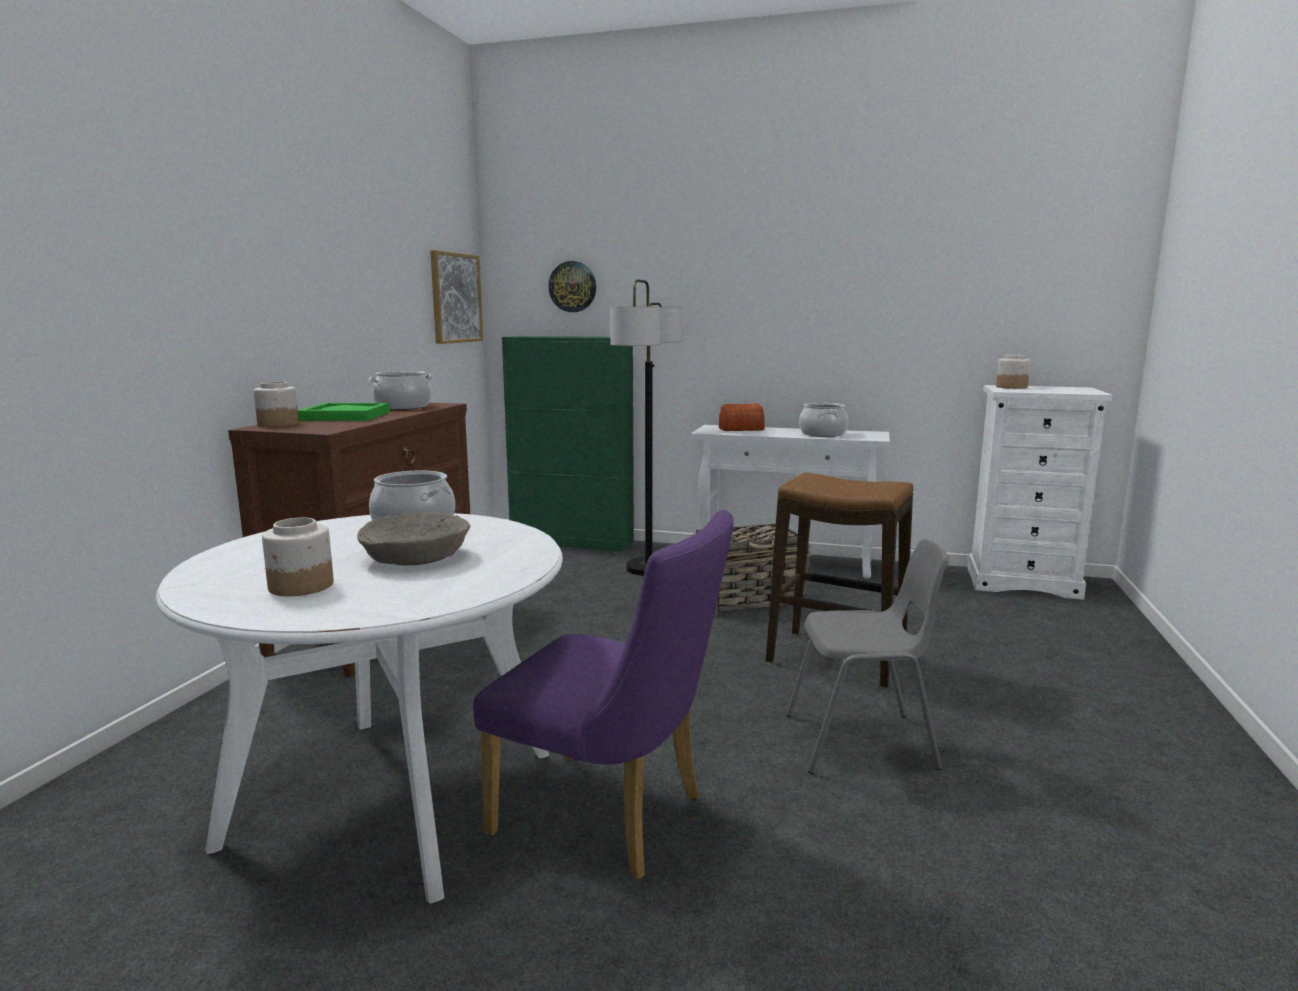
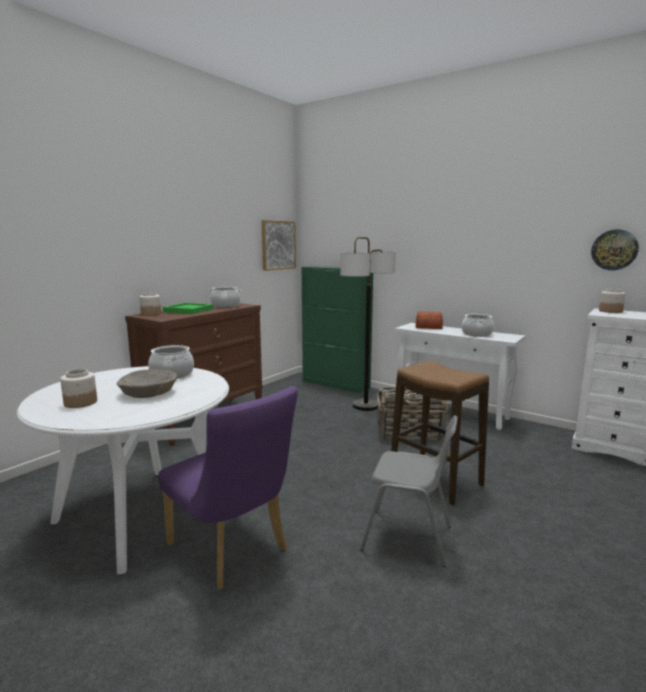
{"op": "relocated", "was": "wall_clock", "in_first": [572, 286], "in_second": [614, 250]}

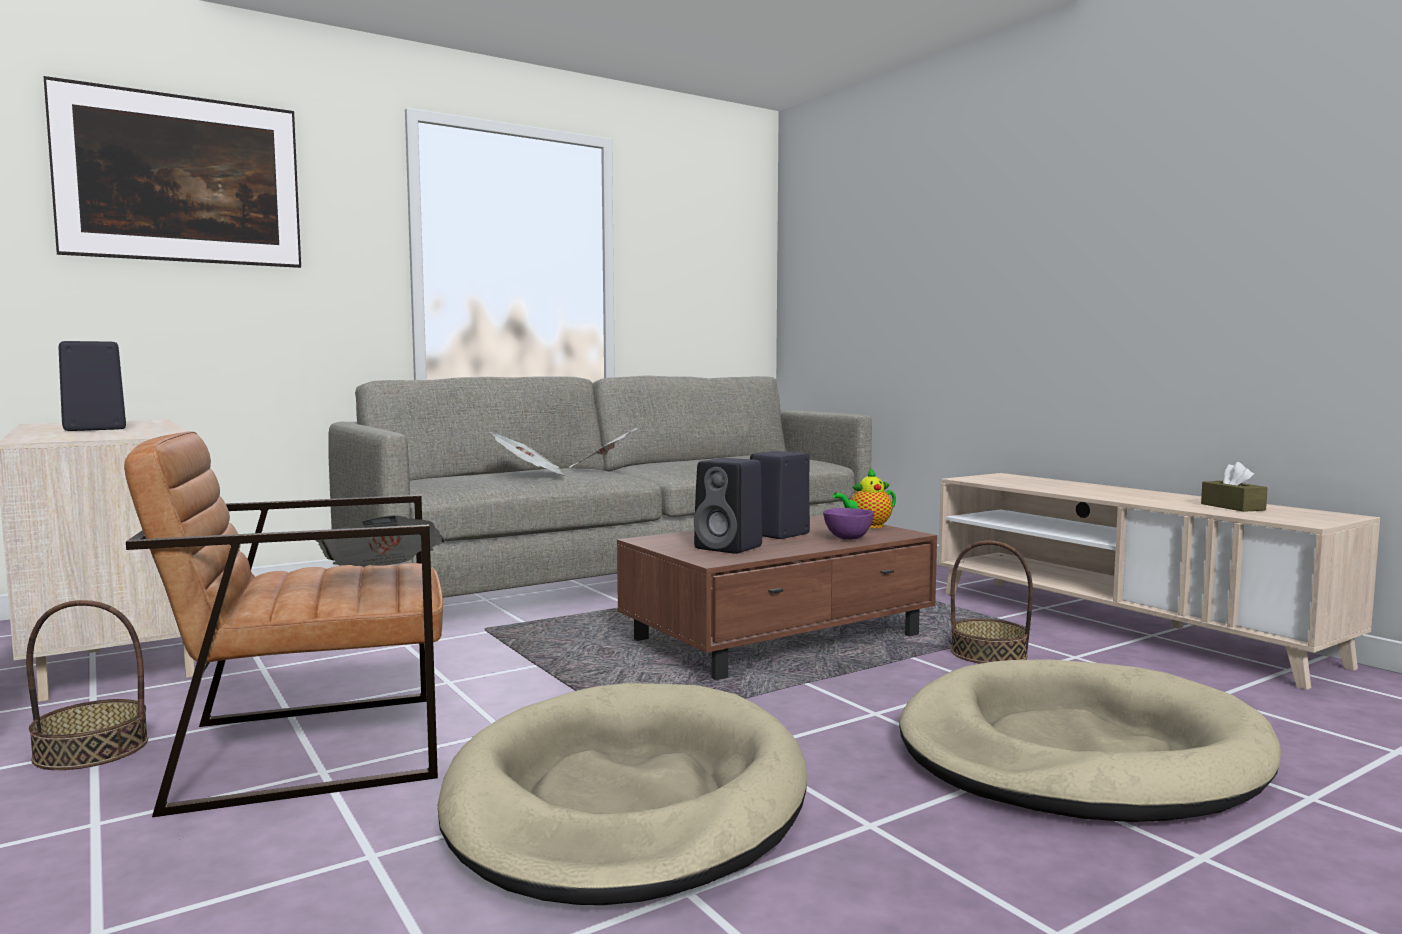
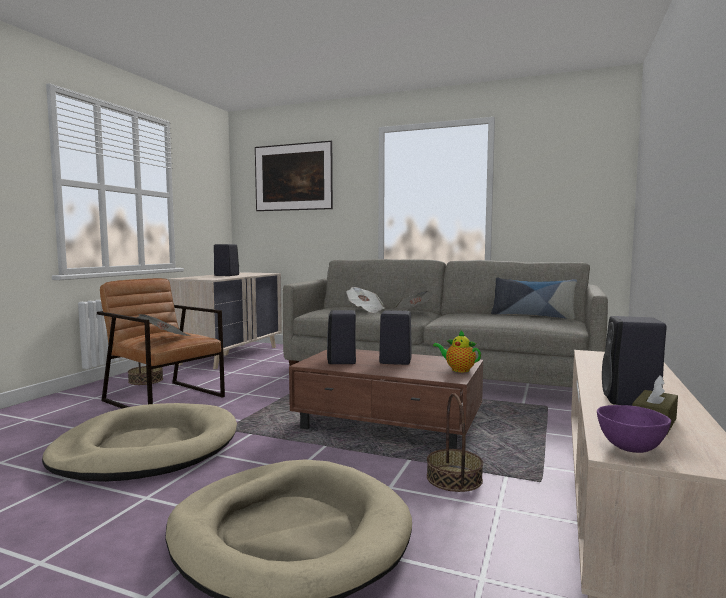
{"op": "relocated", "was": "purple_bowl", "in_first": [847, 538], "in_second": [629, 448]}
{"op": "appeared", "now": "pillow", "in_second": [532, 316]}
{"op": "appeared", "now": "black_speaker", "in_second": [631, 400]}

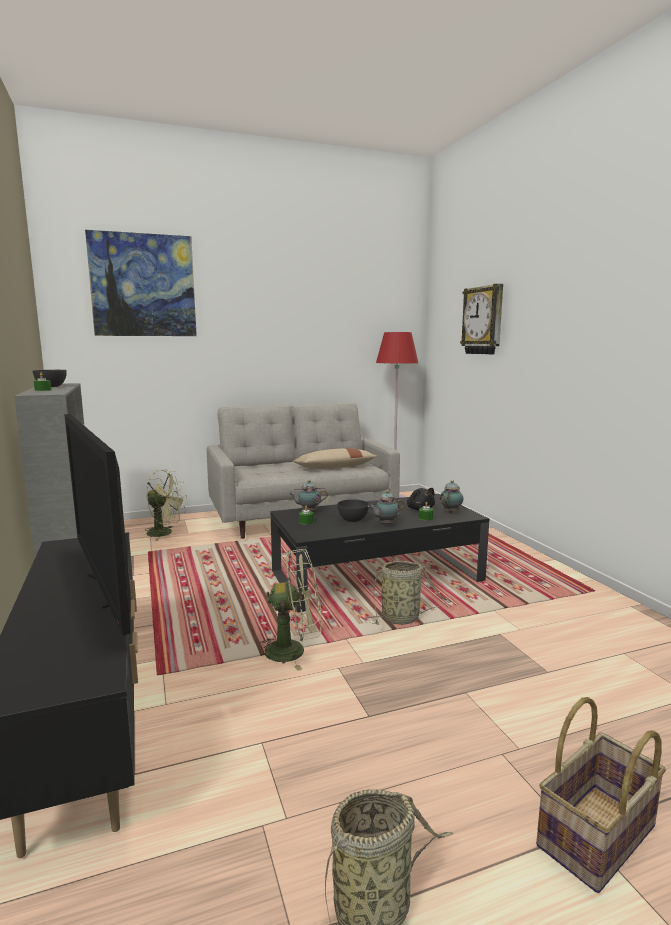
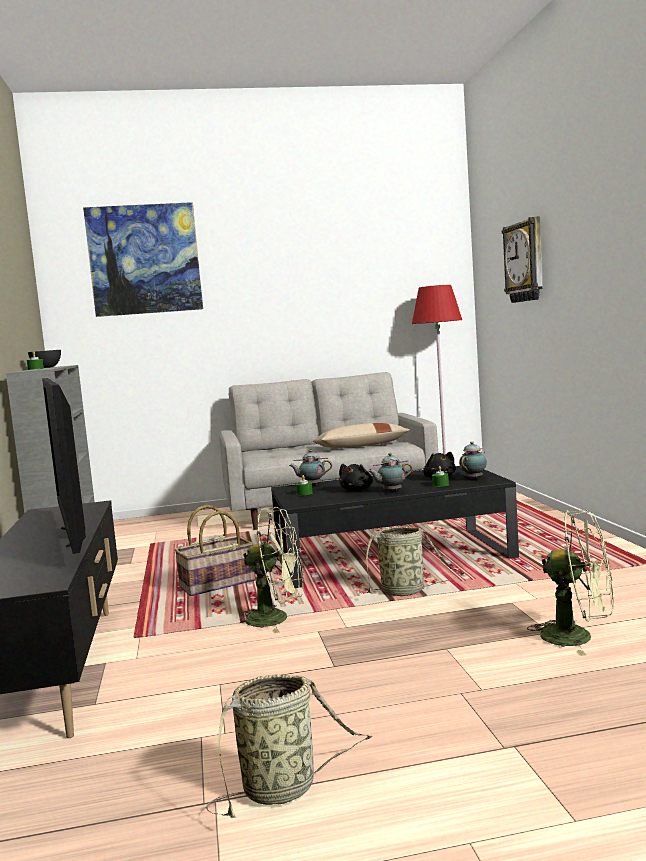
{"op": "relocated", "was": "green_fan", "in_first": [165, 533], "in_second": [578, 637]}
{"op": "exchanged", "was": "grey_bowl", "now": "black_plush_toy", "in_first": [353, 520], "in_second": [357, 490]}
{"op": "relocated", "was": "basket", "in_first": [598, 838], "in_second": [217, 585]}

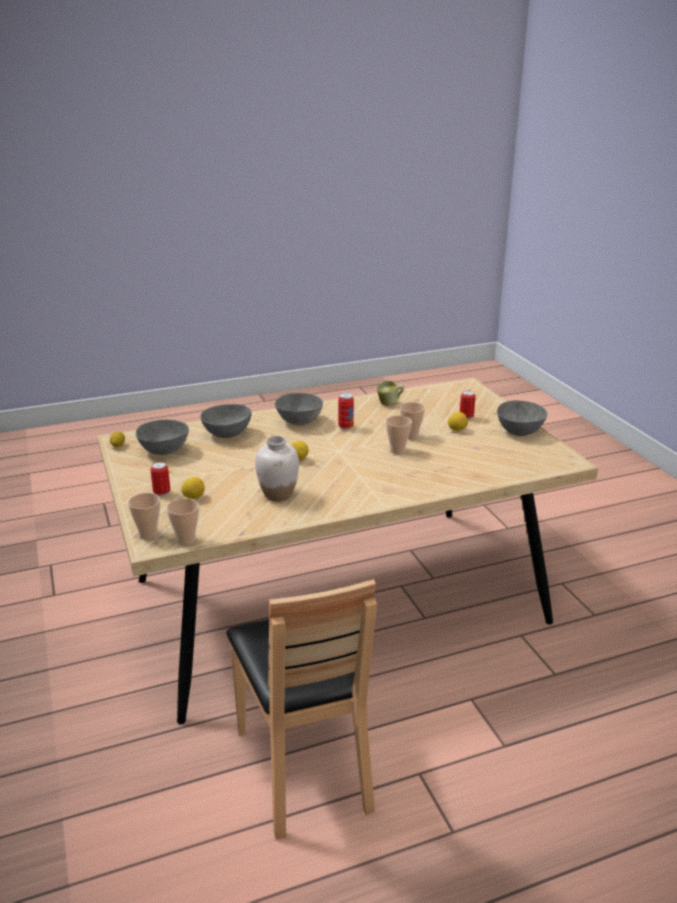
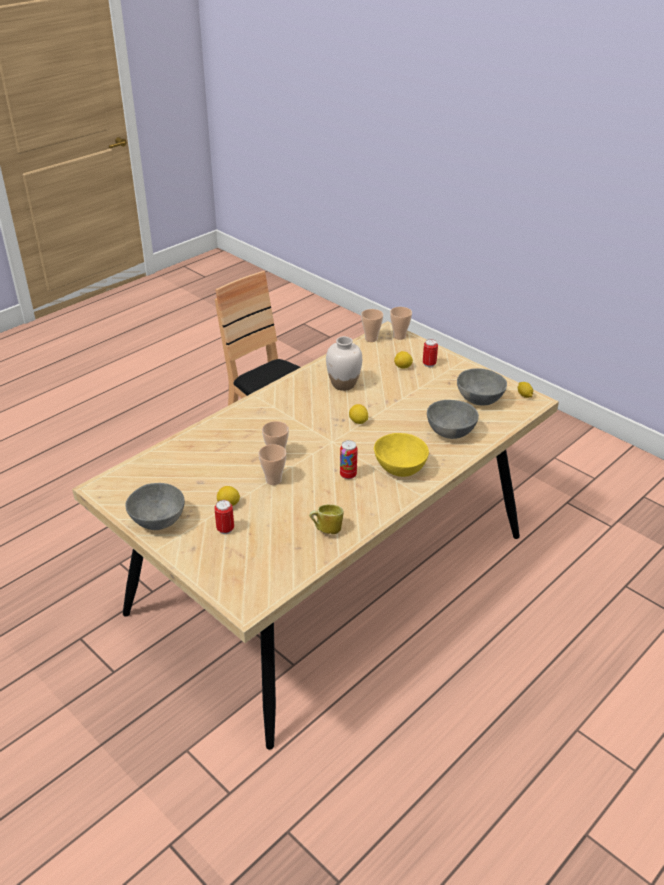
{"op": "colour", "was": "grey_bowl", "now": "yellow_bowl", "in_first": [299, 422], "in_second": [399, 468]}

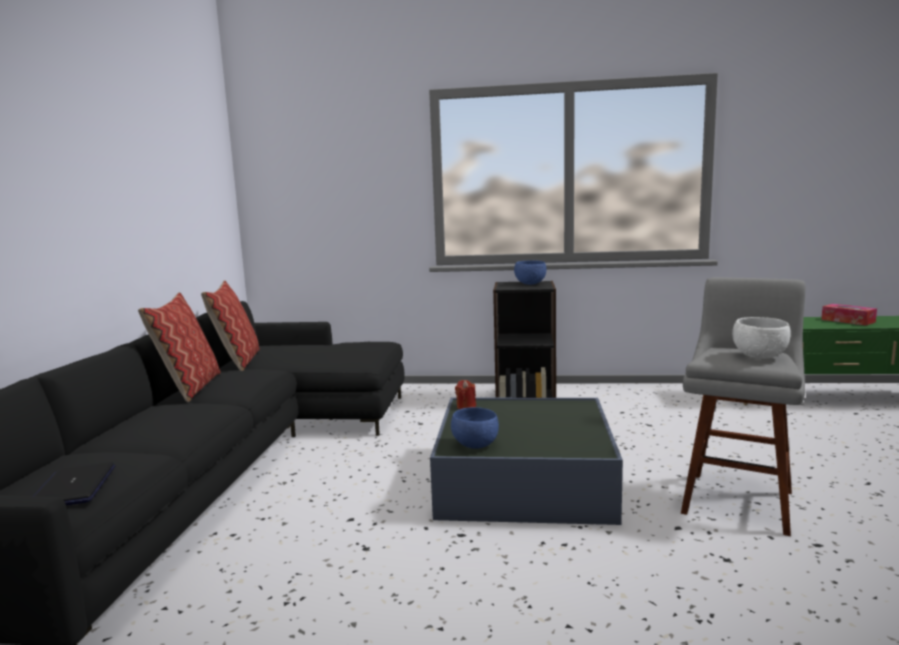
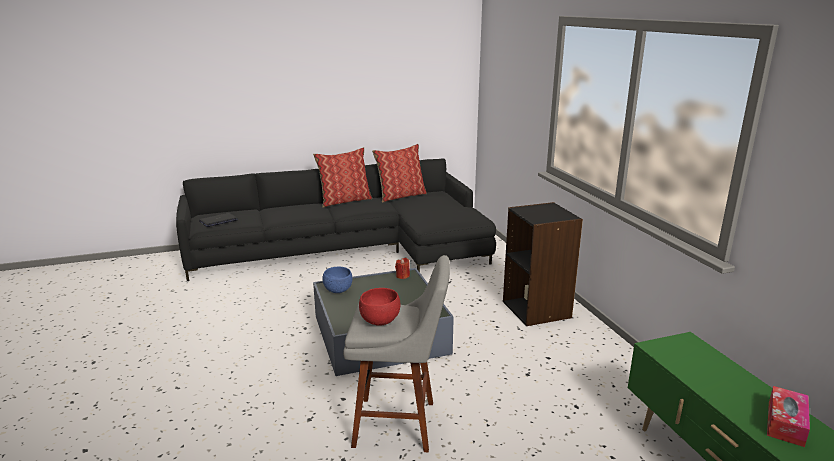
{"op": "missing", "was": "blue_bowl", "in_first": [530, 284]}
{"op": "colour", "was": "white_bowl", "now": "red_bowl", "in_first": [758, 356], "in_second": [379, 321]}

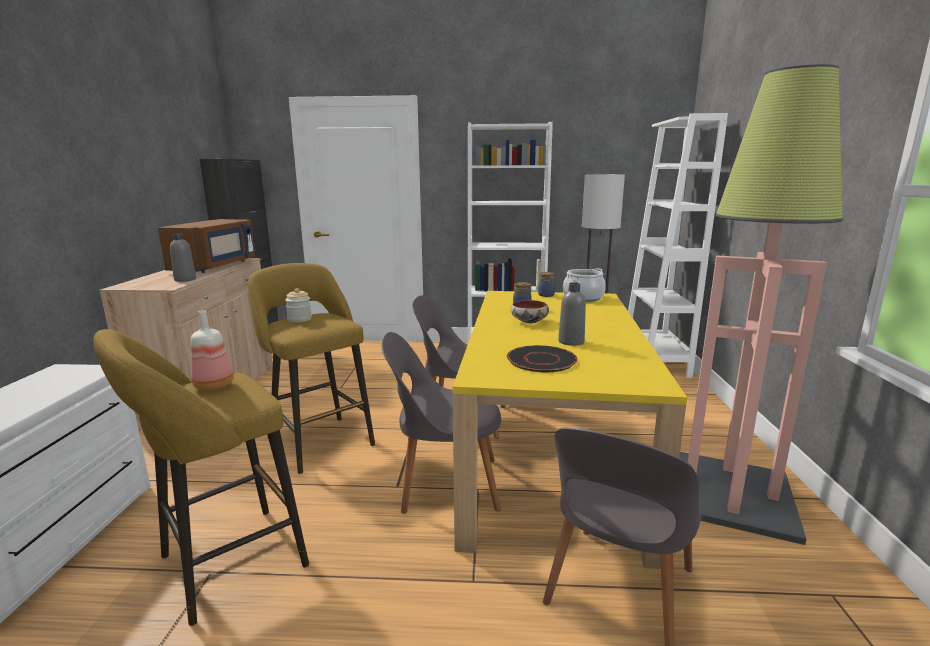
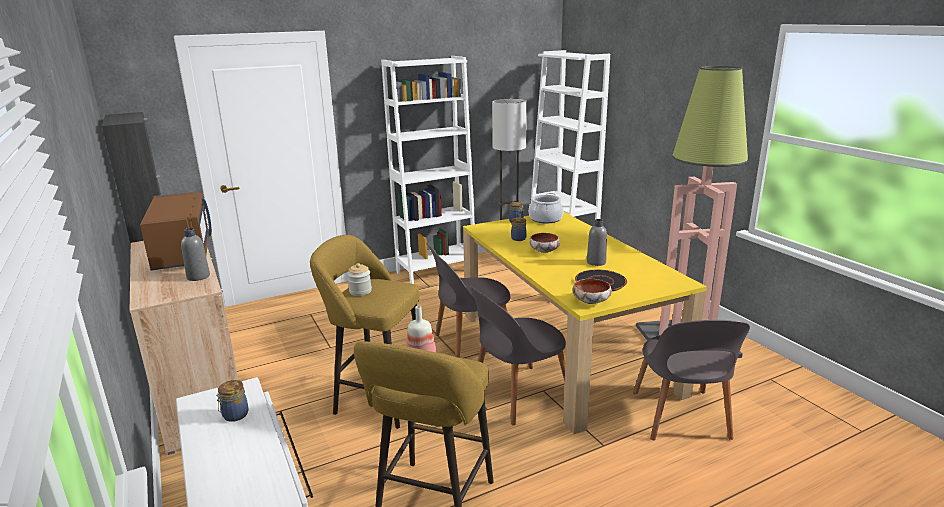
{"op": "appeared", "now": "bowl", "in_second": [591, 301]}
{"op": "appeared", "now": "jar", "in_second": [234, 415]}

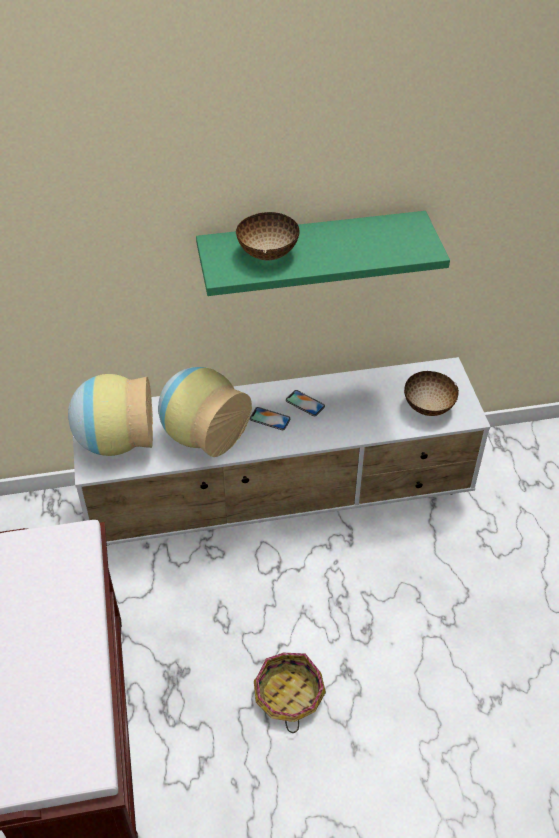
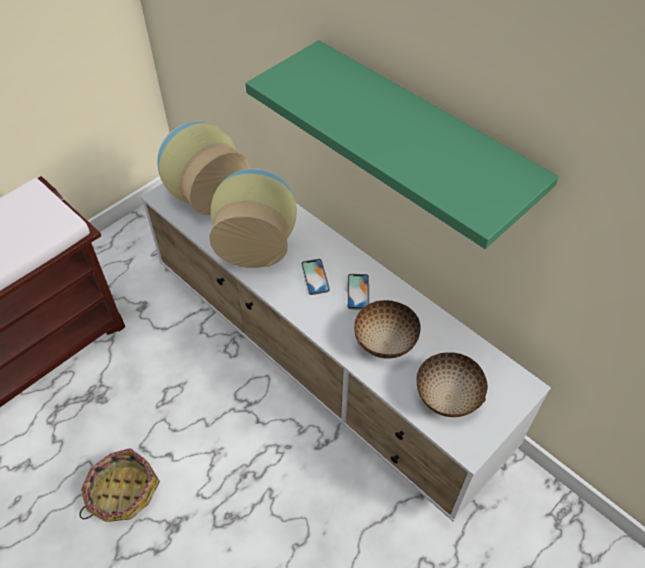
{"op": "relocated", "was": "bowl", "in_first": [267, 253], "in_second": [385, 342]}

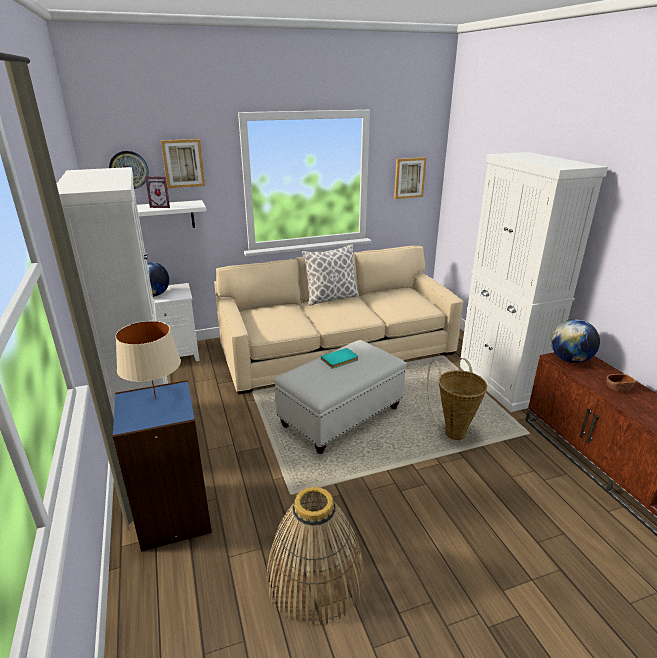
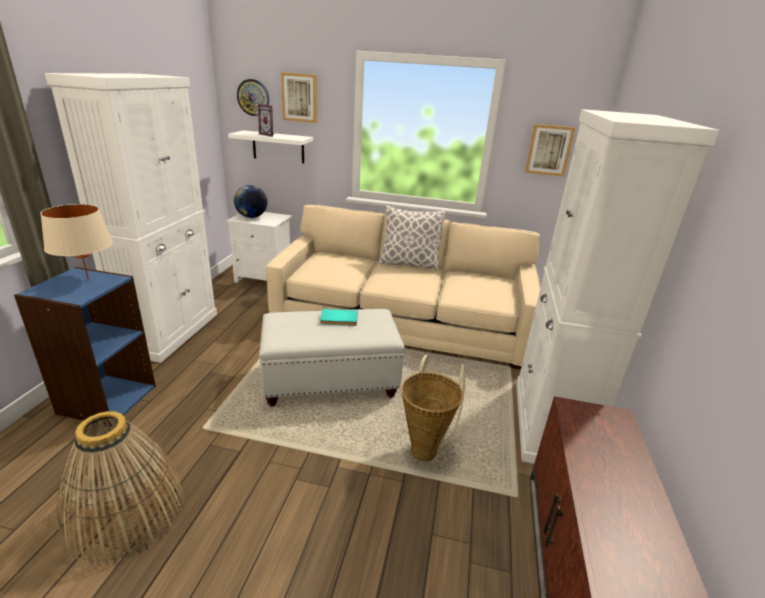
{"op": "missing", "was": "globe", "in_first": [570, 360]}
{"op": "missing", "was": "brown_bowl", "in_first": [618, 388]}

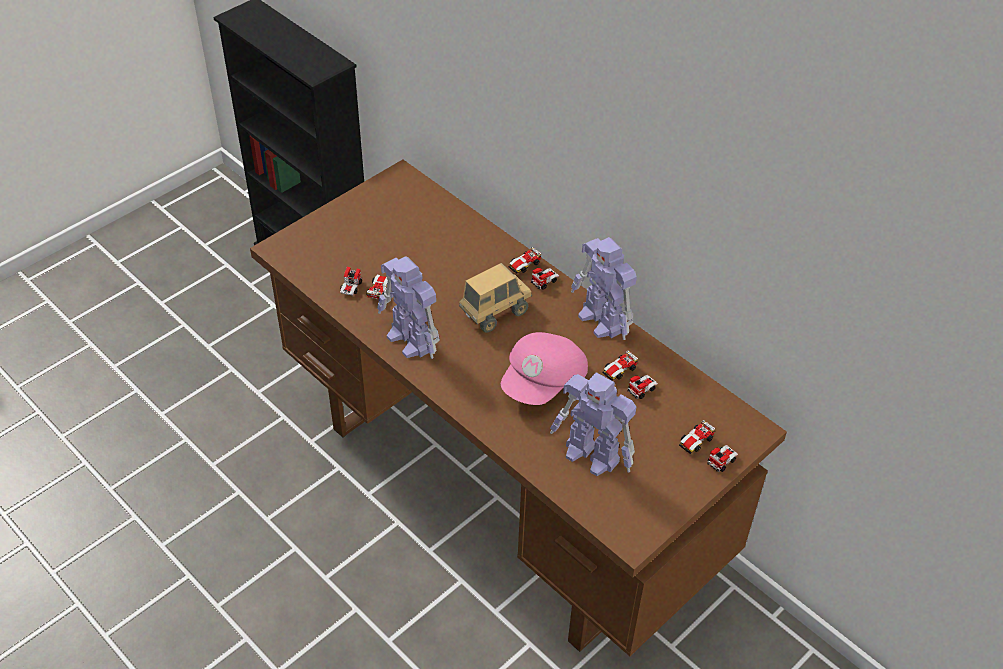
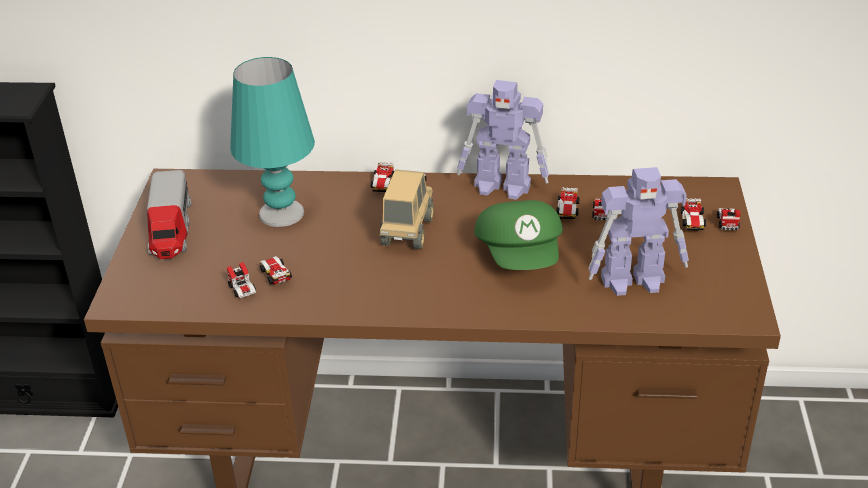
{"op": "missing", "was": "toy_robot", "in_first": [411, 341]}
{"op": "colour", "was": "pink_cap", "now": "green_cap", "in_first": [544, 382], "in_second": [521, 255]}
{"op": "appeared", "now": "turquoise_table_lamp", "in_second": [282, 213]}
{"op": "appeared", "now": "toy_truck", "in_second": [171, 230]}

